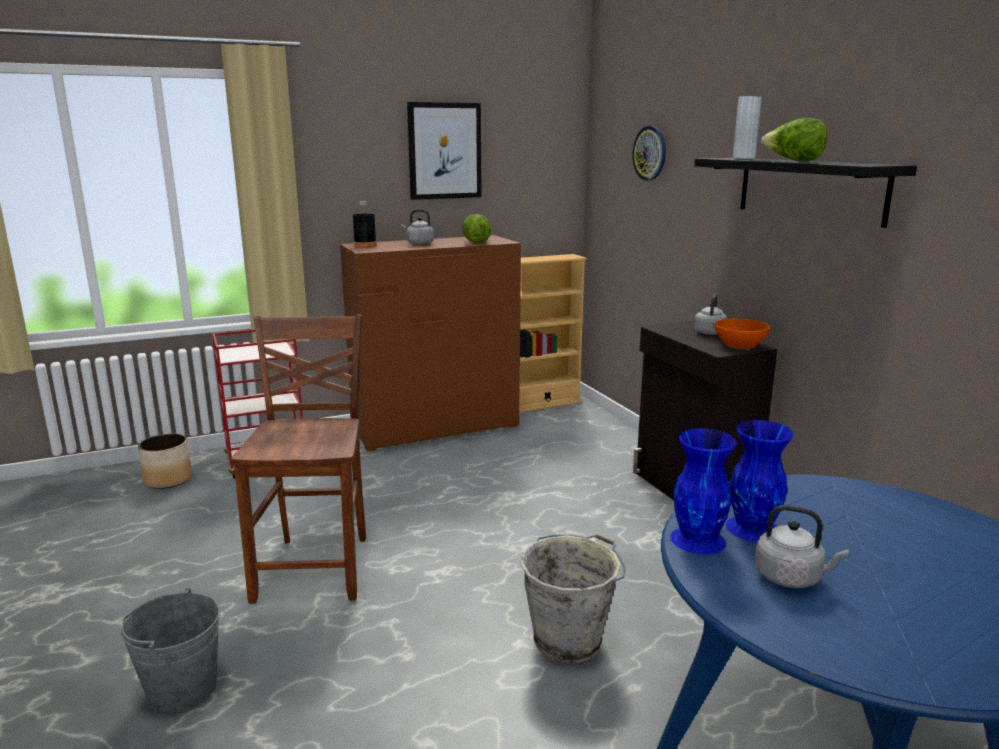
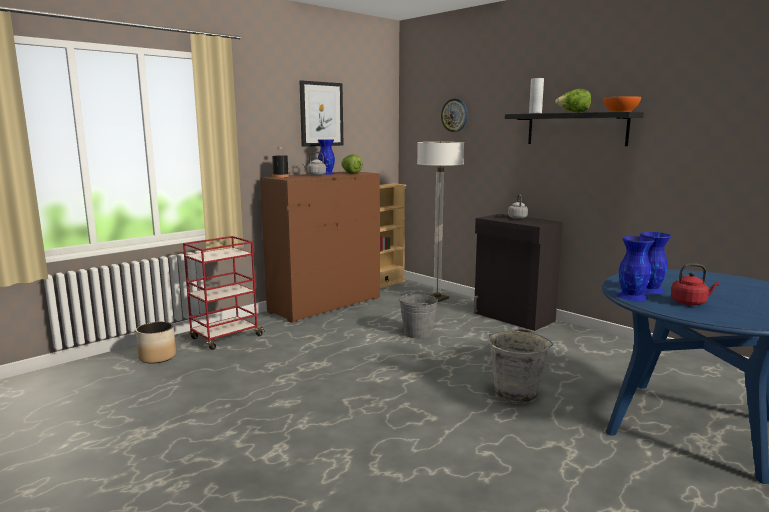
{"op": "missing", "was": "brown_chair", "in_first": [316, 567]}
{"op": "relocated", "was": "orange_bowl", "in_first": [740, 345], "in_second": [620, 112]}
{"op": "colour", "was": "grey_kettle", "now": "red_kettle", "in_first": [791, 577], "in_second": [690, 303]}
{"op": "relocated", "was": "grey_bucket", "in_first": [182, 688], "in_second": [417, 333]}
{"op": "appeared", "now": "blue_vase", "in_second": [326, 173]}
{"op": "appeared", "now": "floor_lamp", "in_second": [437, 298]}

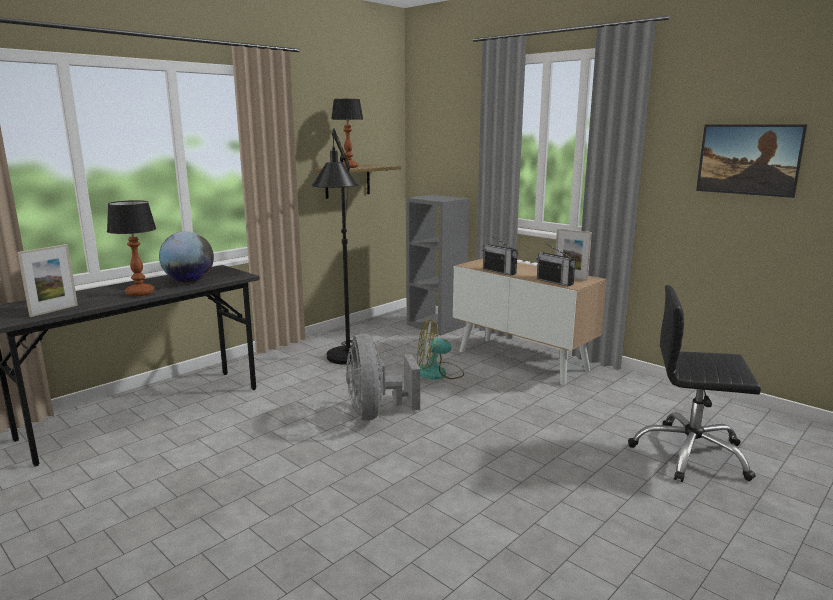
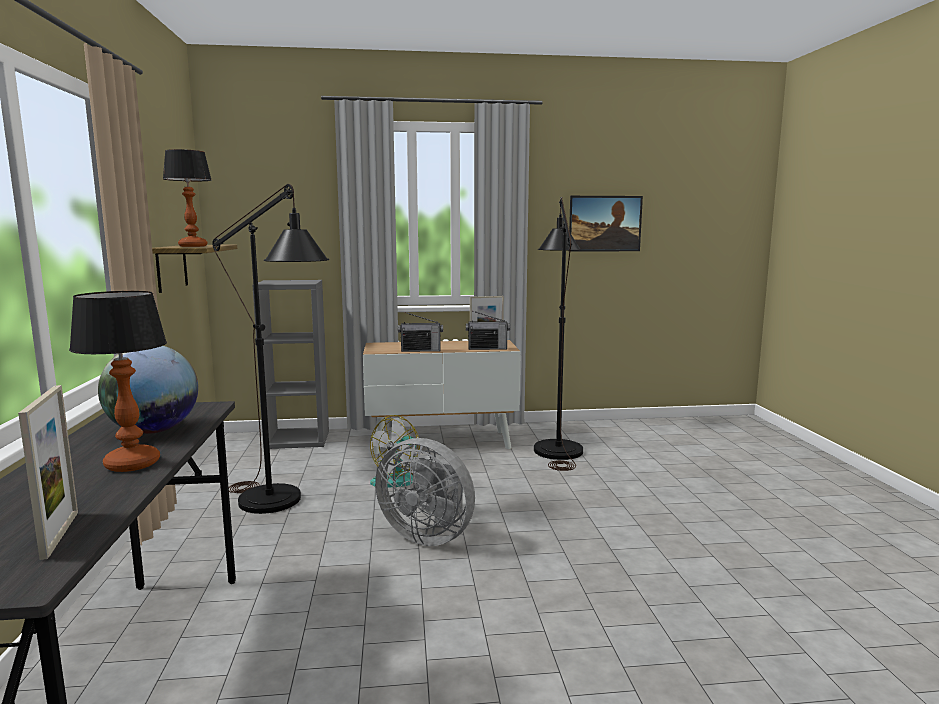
{"op": "missing", "was": "black_office_chair", "in_first": [690, 454]}
{"op": "appeared", "now": "black_floor_lamp", "in_second": [557, 446]}

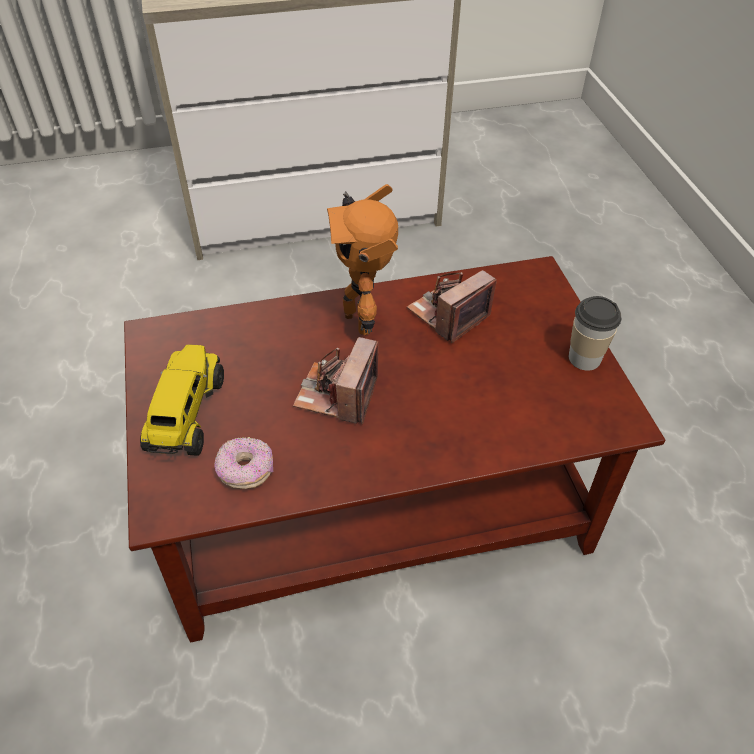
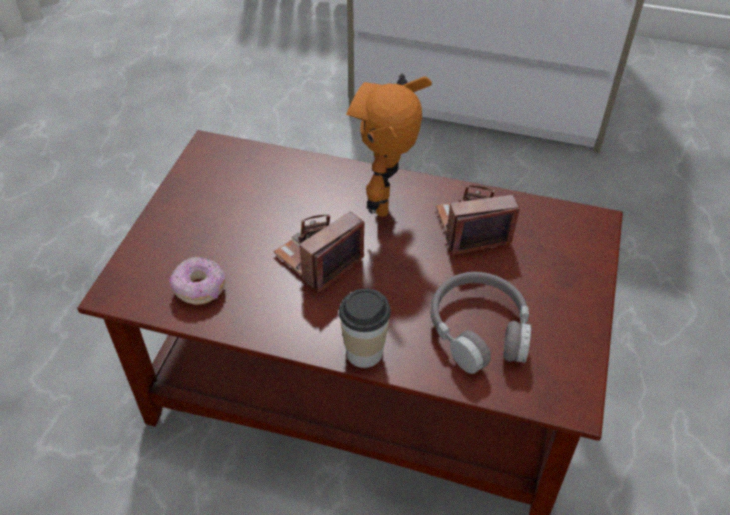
{"op": "relocated", "was": "cup", "in_first": [584, 358], "in_second": [364, 352]}
{"op": "missing", "was": "toy_truck", "in_first": [186, 415]}
{"op": "appeared", "now": "grey_headphones", "in_second": [479, 329]}

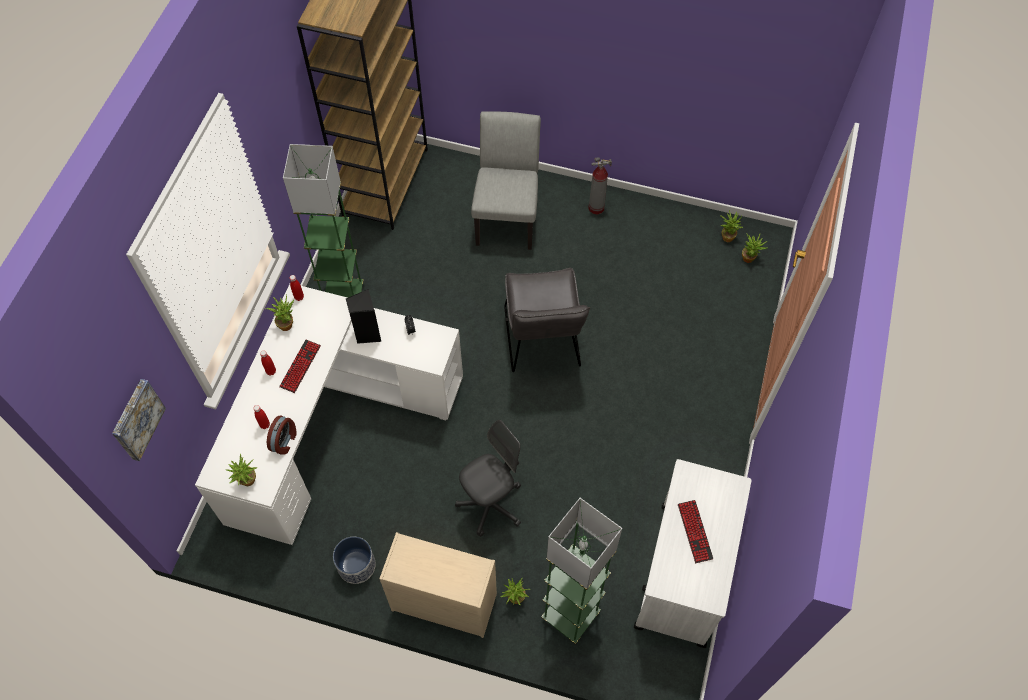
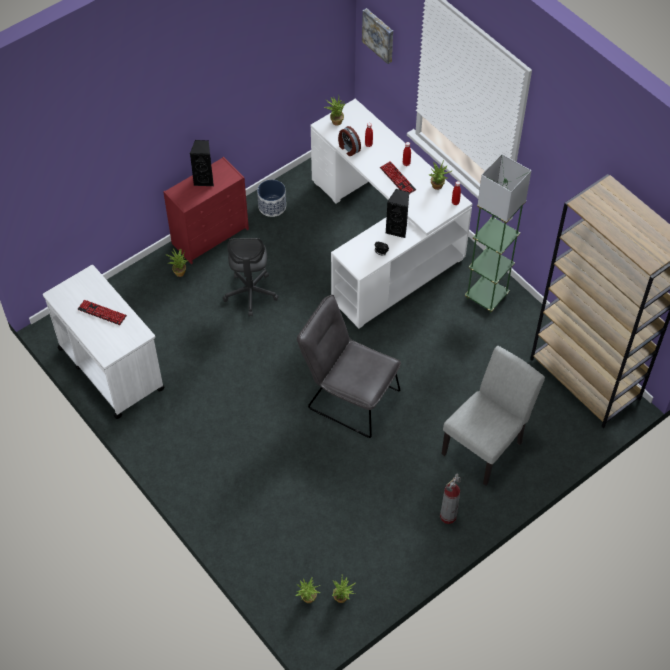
{"op": "spun", "was": "grey_chair", "in_first": [507, 216], "in_second": [486, 444], "clockwise": -90}
{"op": "missing", "was": "green_floor_lamp", "in_first": [570, 615]}
{"op": "colour", "was": "beige_dresser", "now": "red_dresser", "in_first": [442, 602], "in_second": [211, 235]}
{"op": "appeared", "now": "black_speaker", "in_second": [204, 179]}

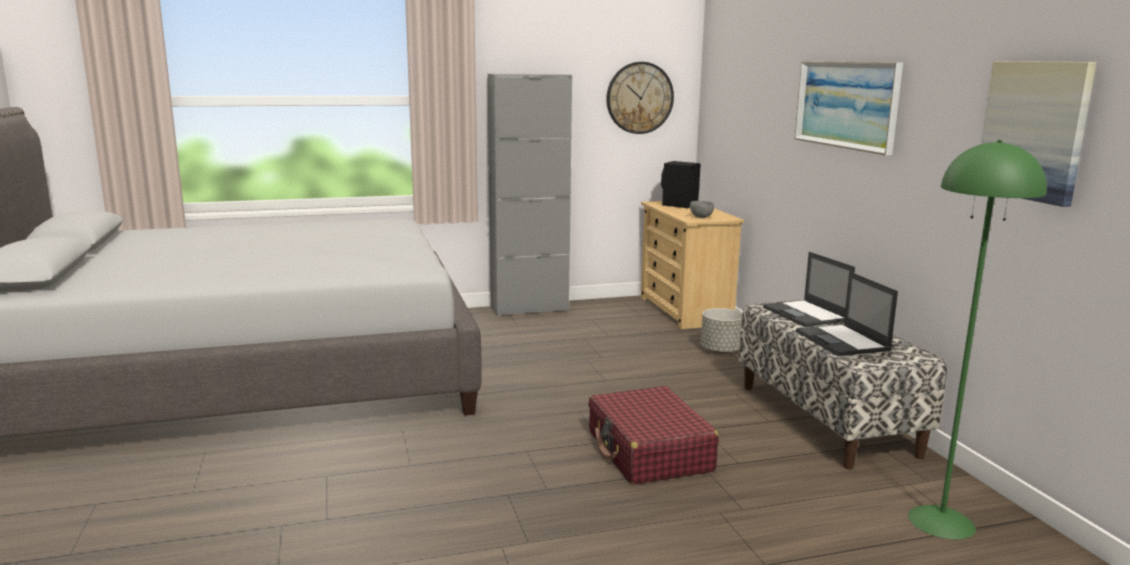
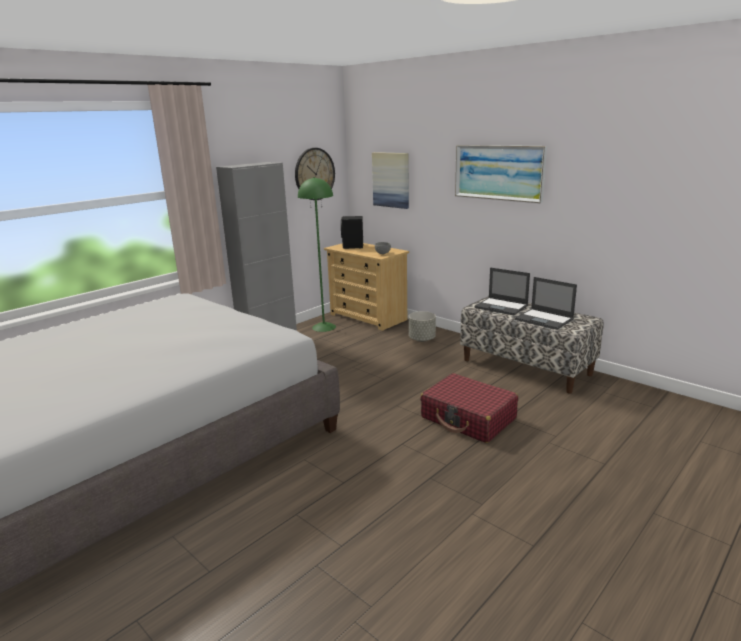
{"op": "relocated", "was": "picture", "in_first": [1034, 130], "in_second": [391, 180]}
{"op": "relocated", "was": "green_floor_lamp", "in_first": [941, 521], "in_second": [324, 327]}

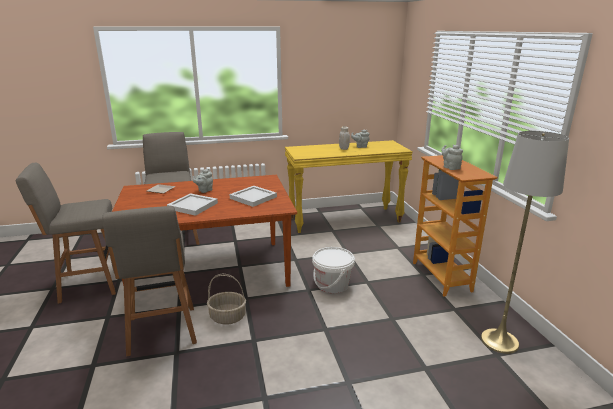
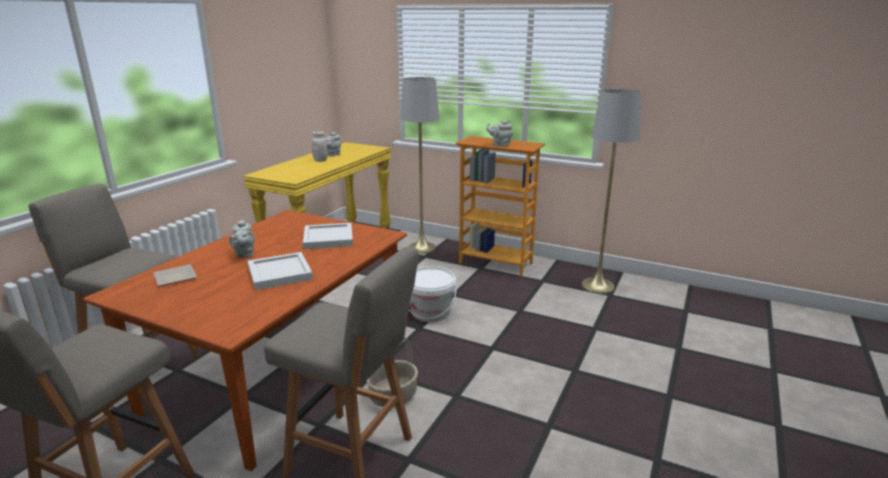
{"op": "appeared", "now": "grey_floor_lamp", "in_second": [422, 248]}

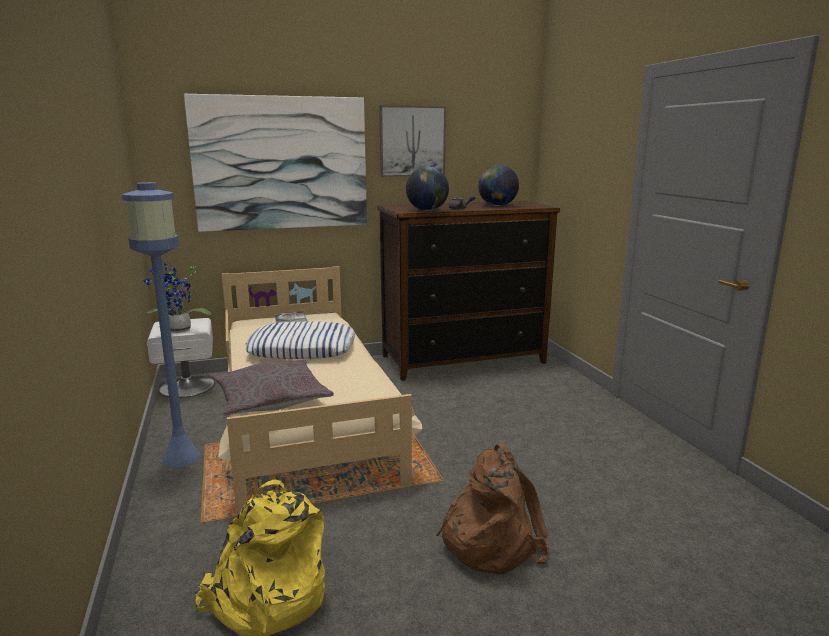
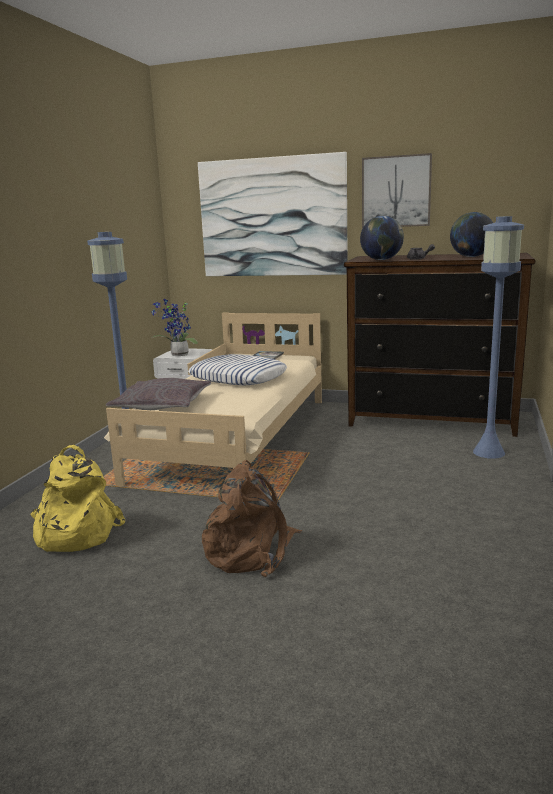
{"op": "appeared", "now": "blue_floor_lamp", "in_second": [489, 452]}

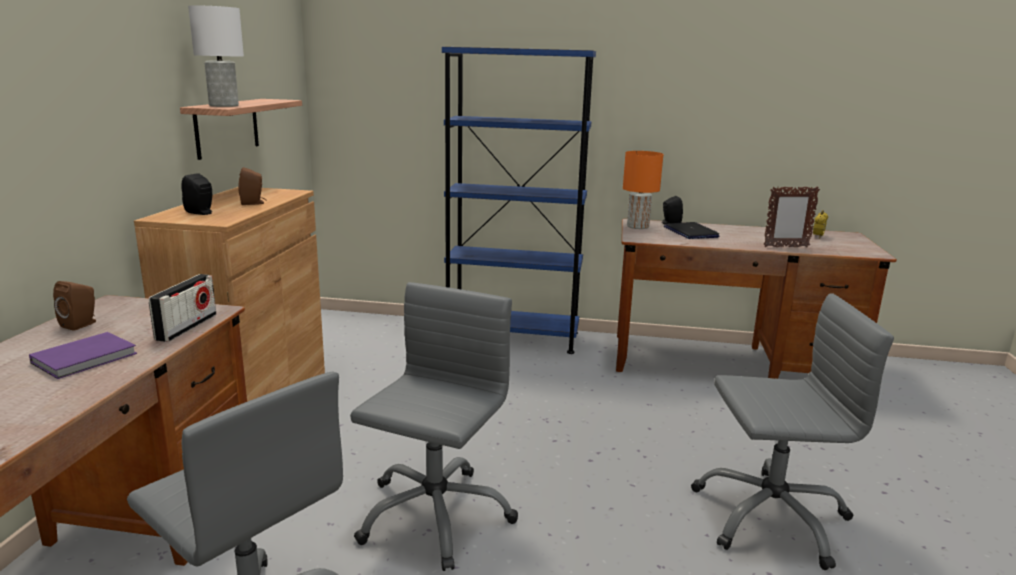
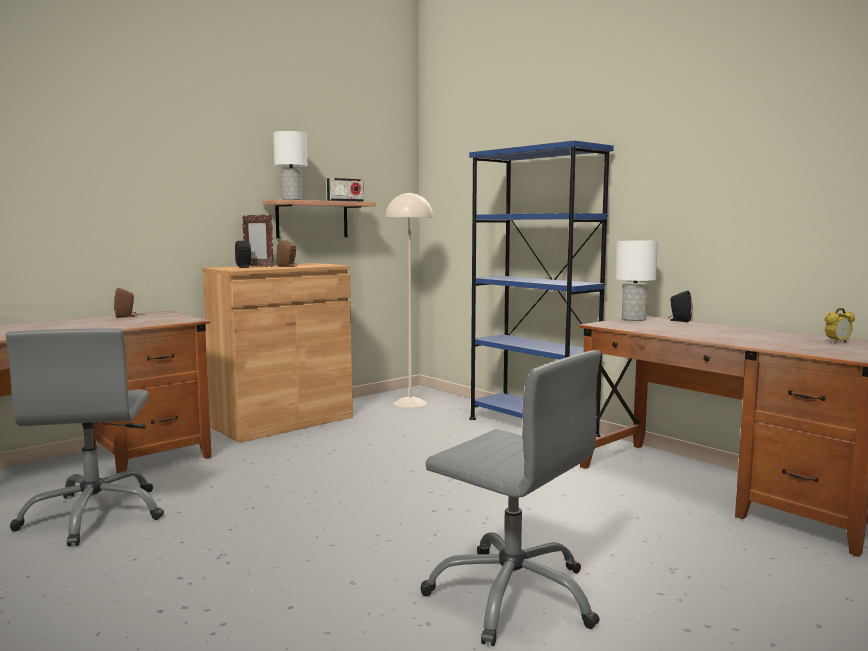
{"op": "colour", "was": "orange_table_lamp", "now": "white_table_lamp", "in_first": [638, 226], "in_second": [634, 319]}
{"op": "relocated", "was": "picture_frame", "in_first": [785, 247], "in_second": [258, 266]}
{"op": "missing", "was": "laptop", "in_first": [690, 232]}
{"op": "relocated", "was": "radio", "in_first": [187, 327], "in_second": [345, 201]}
{"op": "missing", "was": "grey_office_chair", "in_first": [434, 515]}
{"op": "missing", "was": "purple_book", "in_first": [87, 358]}
{"op": "appeared", "now": "beige_floor_lamp", "in_second": [410, 403]}

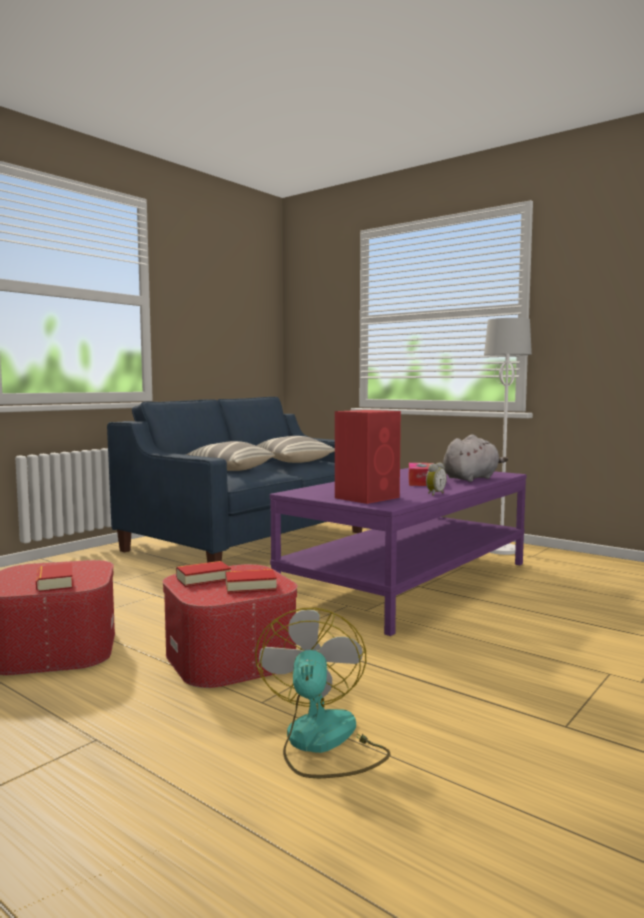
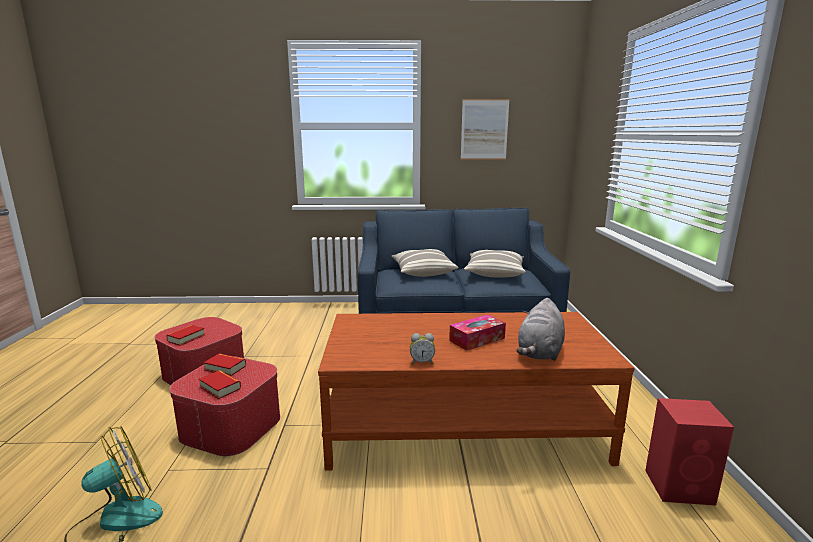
{"op": "missing", "was": "white_floor_lamp", "in_first": [501, 550]}
{"op": "relocated", "was": "red_speaker", "in_first": [368, 497], "in_second": [680, 487]}
{"op": "spun", "was": "grey_plush_toy", "in_first": [472, 478], "in_second": [540, 352], "clockwise": 105}
{"op": "colour", "was": "purple_coffee_table", "now": "brown_coffee_table", "in_first": [409, 581], "in_second": [463, 425]}
{"op": "appeared", "now": "picture", "in_second": [484, 129]}

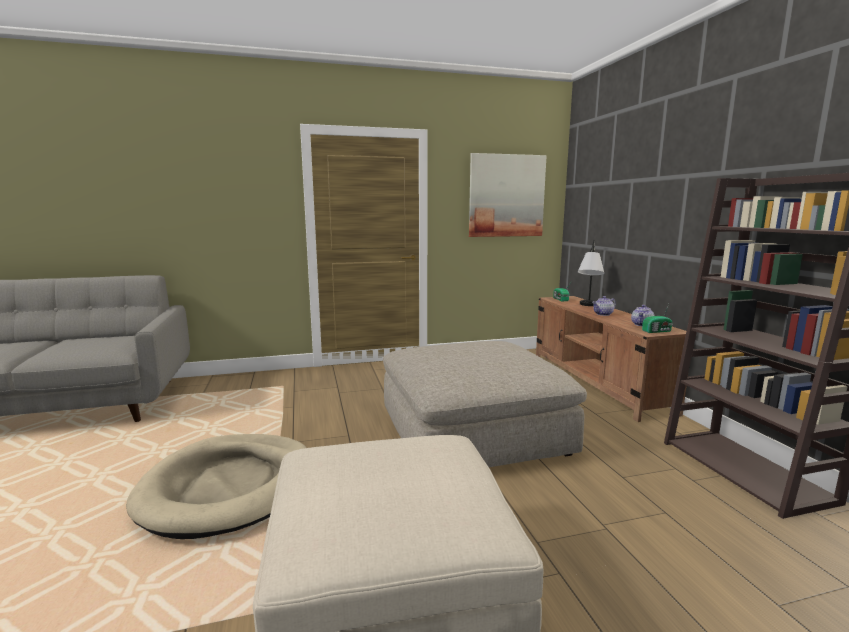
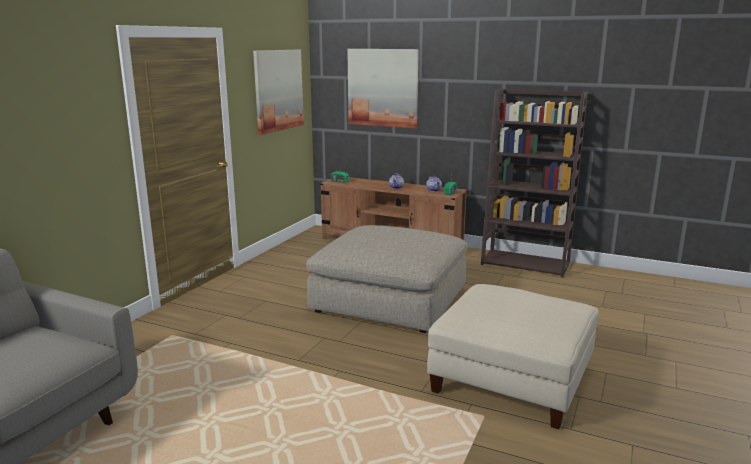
{"op": "missing", "was": "table_lamp", "in_first": [588, 306]}
{"op": "missing", "was": "beige_dog_bed", "in_first": [229, 487]}
{"op": "appeared", "now": "picture", "in_second": [383, 88]}

